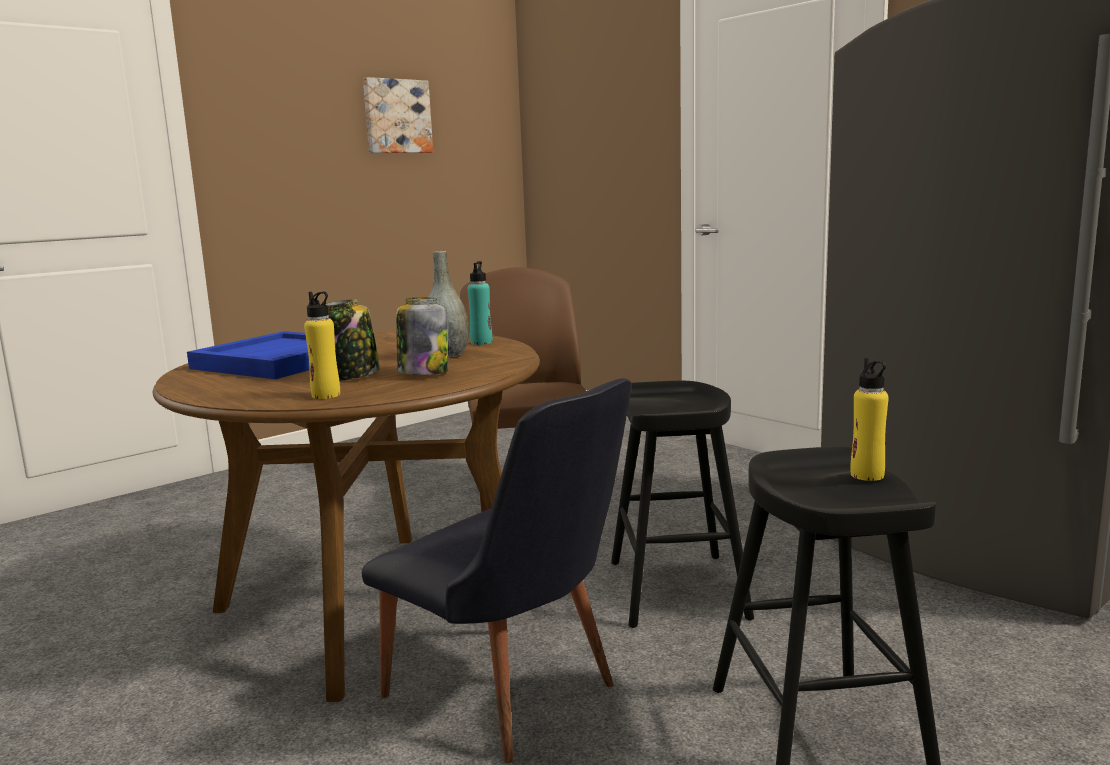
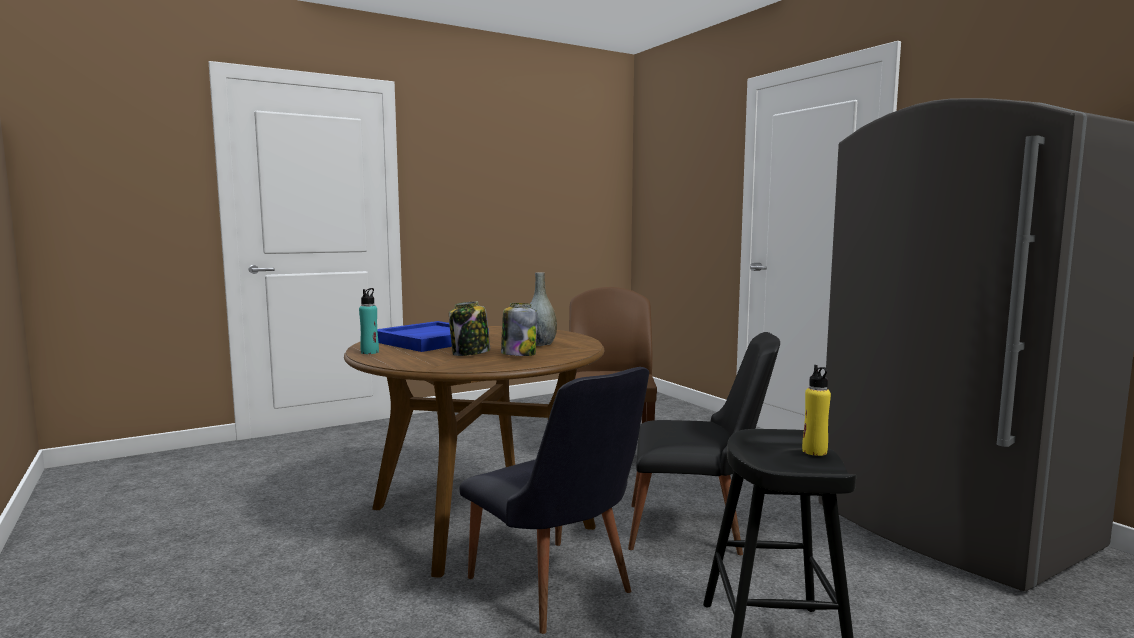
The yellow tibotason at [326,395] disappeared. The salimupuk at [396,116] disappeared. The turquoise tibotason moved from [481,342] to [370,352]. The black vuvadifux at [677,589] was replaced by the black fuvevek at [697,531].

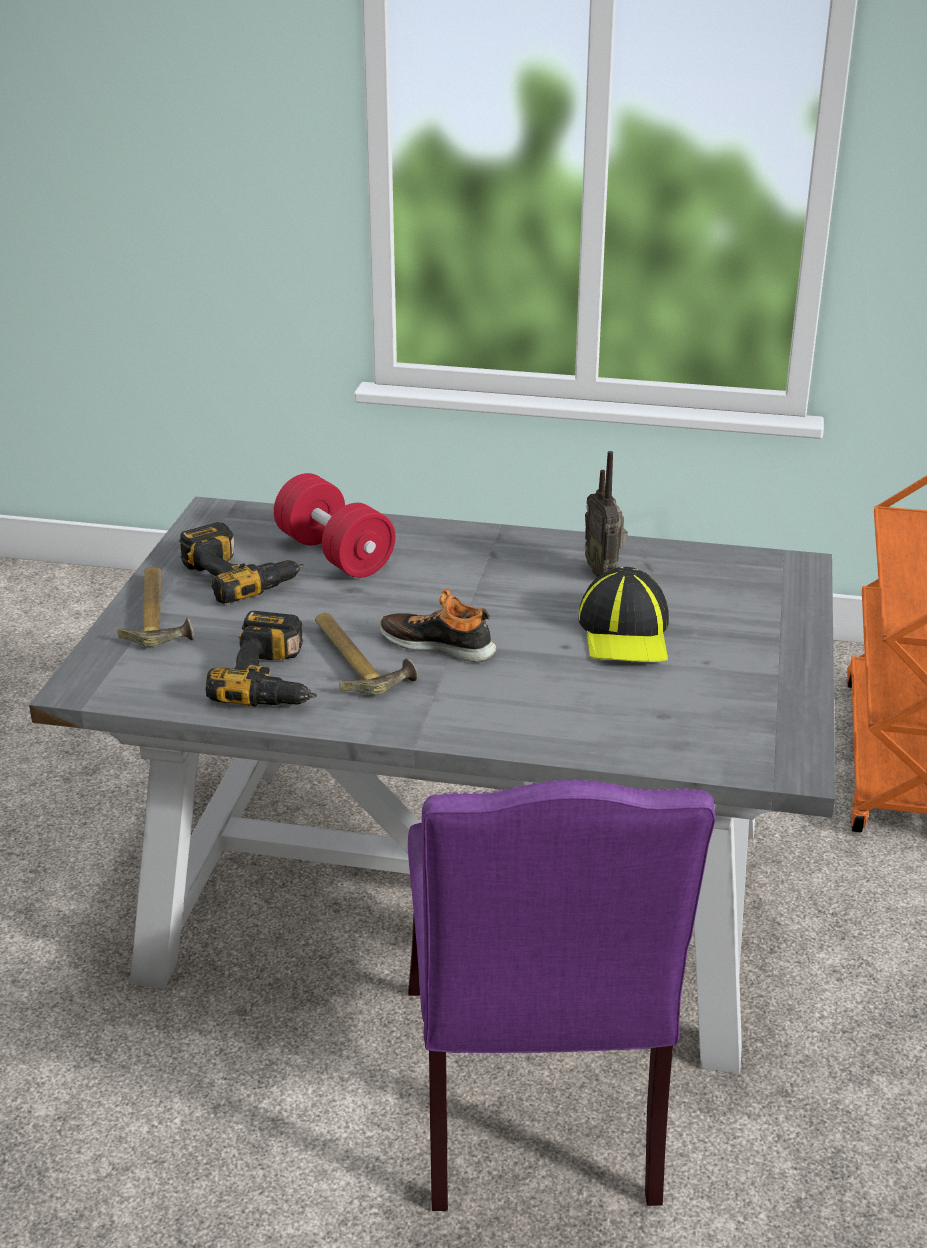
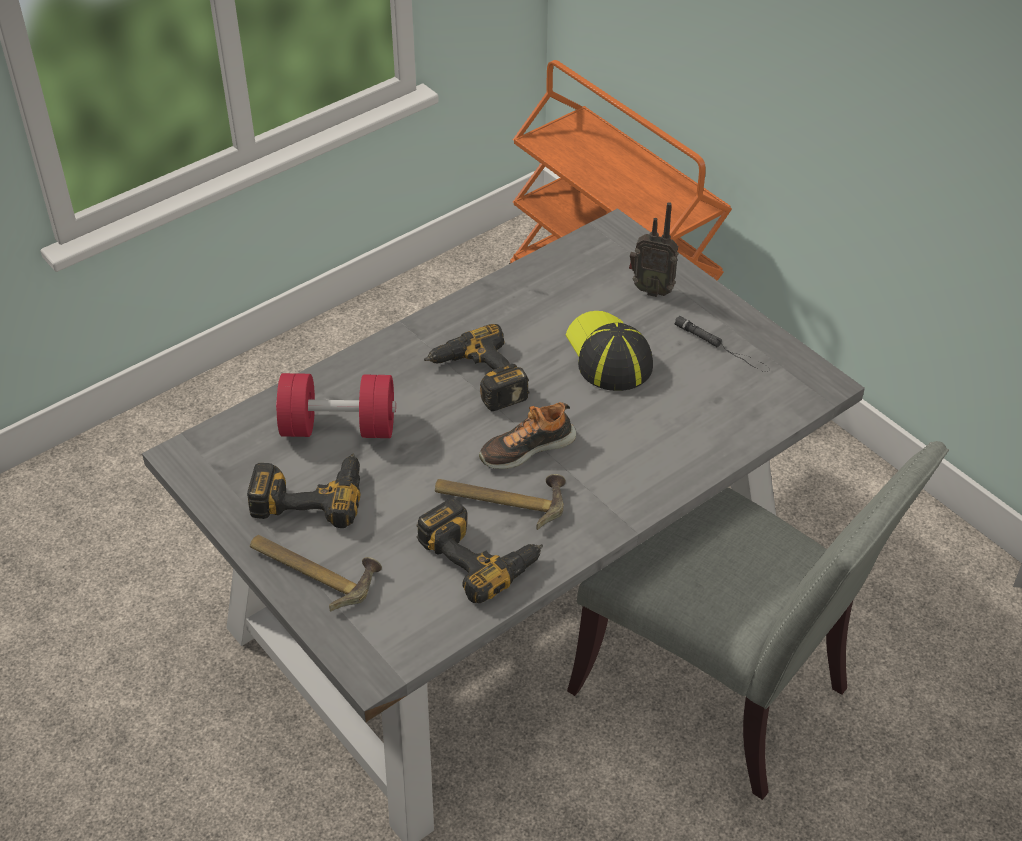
The purple fuvevek at [538,1102] became the grey fuvevek at [722,691]. The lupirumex at [625,632] turned 150 degrees counterclockwise. The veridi moved from [603,571] to [651,289]. The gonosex at [477,379] appeared. The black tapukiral at [722,347] appeared.

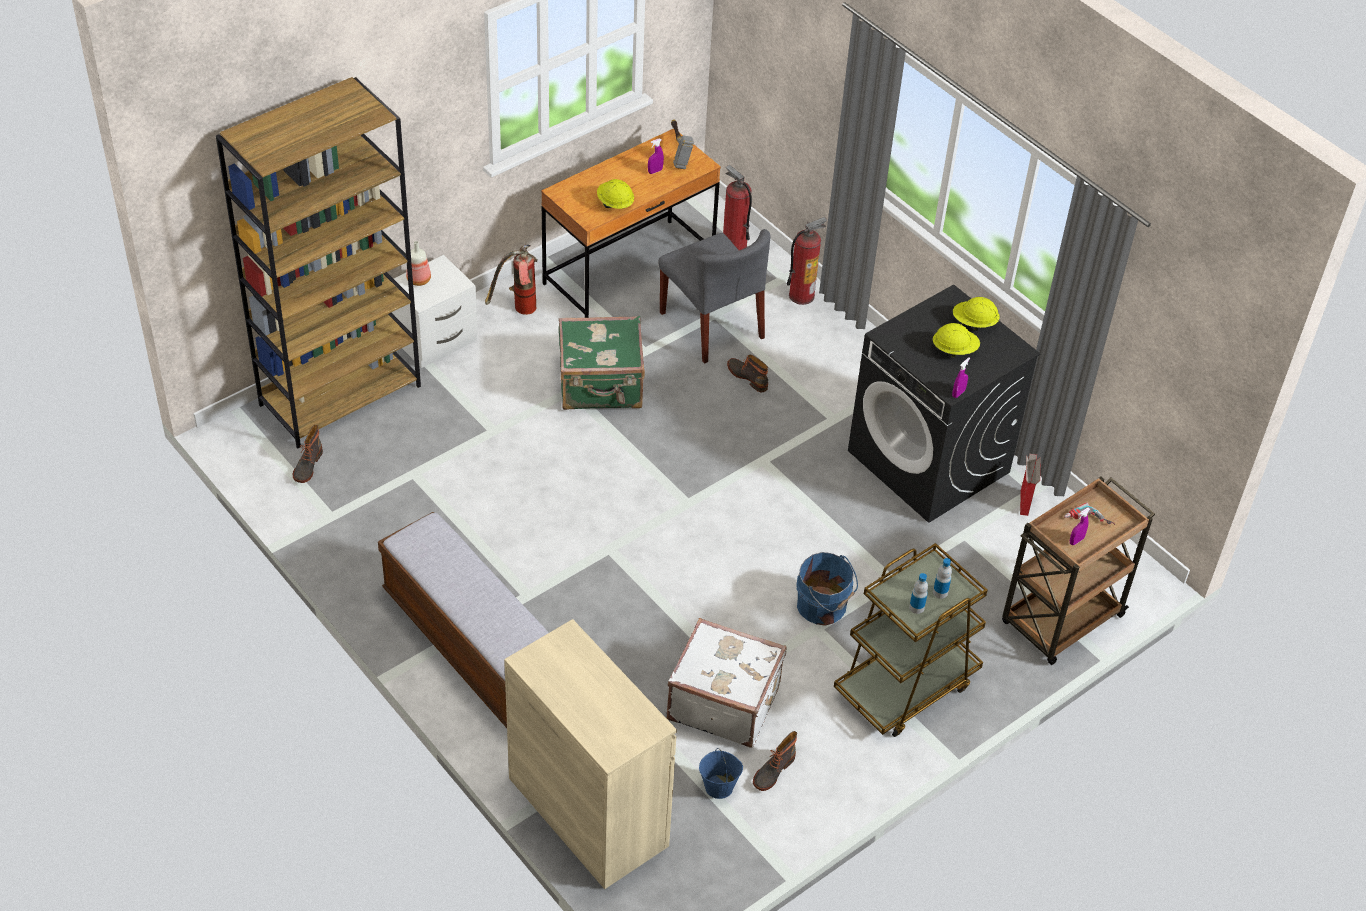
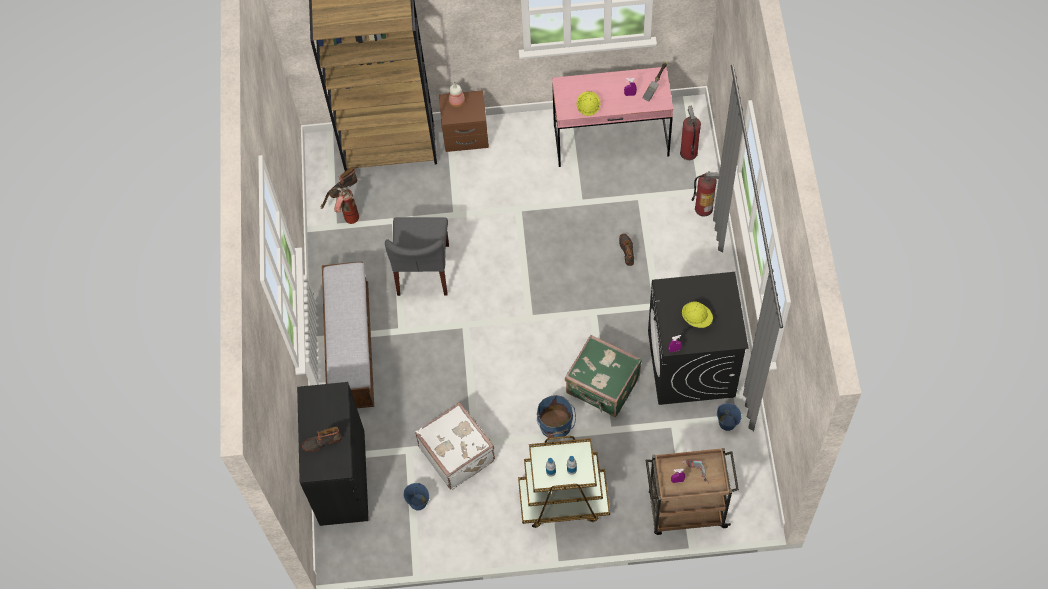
The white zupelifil at [436,341] became the brown zupelifil at [466,137]. The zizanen moved from [518,311] to [345,218]. The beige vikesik at [588,812] became the black vikesik at [342,477]. The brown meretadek at [629,272] became the pink meretadek at [611,141]. The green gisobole moved from [601,386] to [602,386]. The grey fuvevek moved from [712,325] to [423,270]. The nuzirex moved from [773,771] to [322,442]. The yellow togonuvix at [974,323] disappeared. The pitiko at [1024,503] was replaced by the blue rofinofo at [727,422].

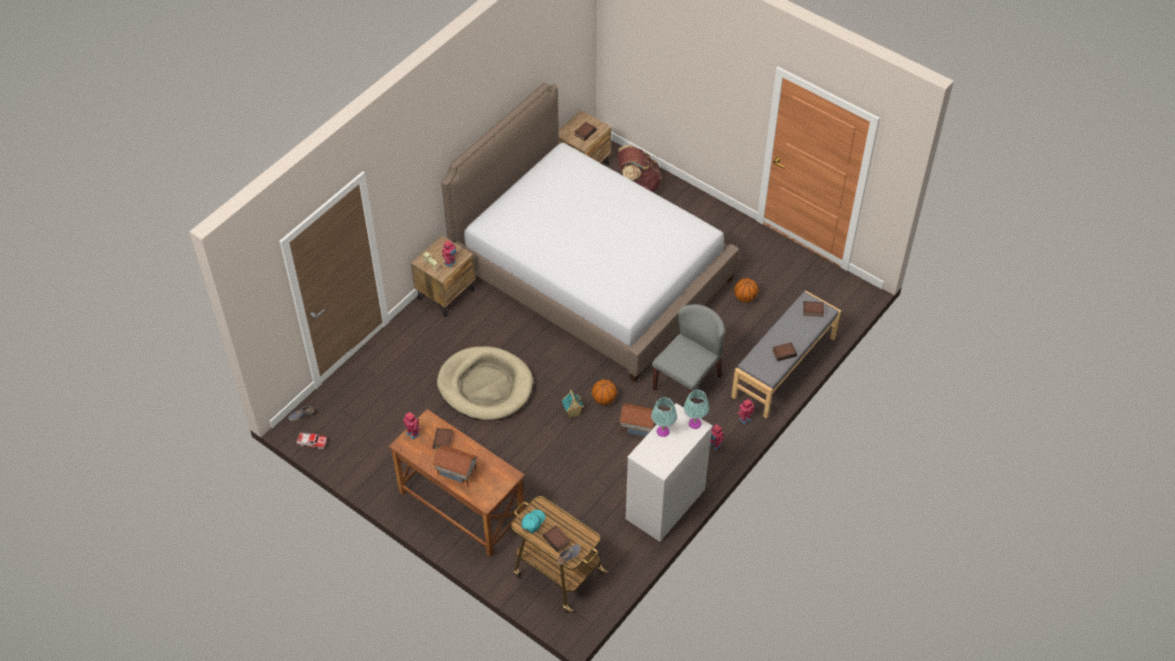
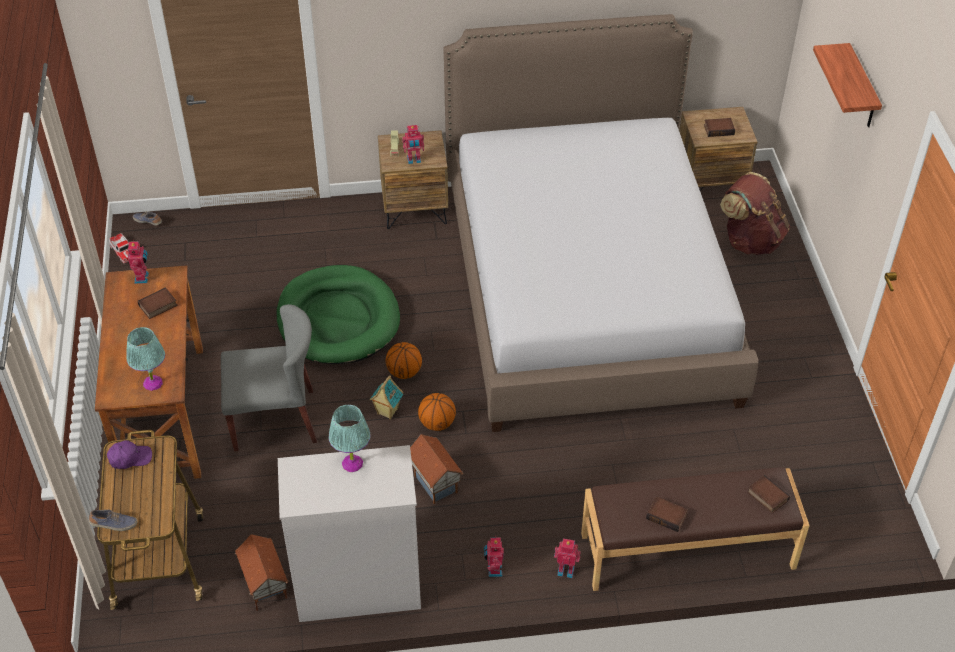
The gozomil moved from [456,473] to [264,585]. The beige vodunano at [485,386] became the green vodunano at [338,319]. The turquoise lupirumex at [533,522] became the purple lupirumex at [130,458]. The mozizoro at [557,540] disappeared. The grey fuvevek moved from [687,382] to [275,420]. The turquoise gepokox moved from [694,423] to [152,383]. The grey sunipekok at [784,367] became the brown sunipekok at [687,552]. The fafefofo moved from [745,298] to [404,372]. The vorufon at [861,89] appeared.

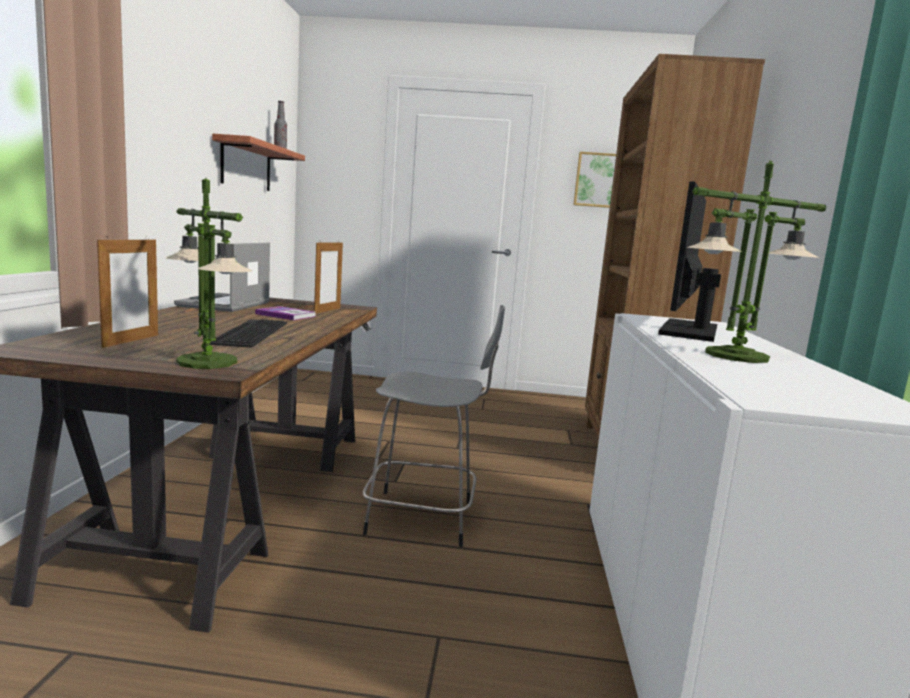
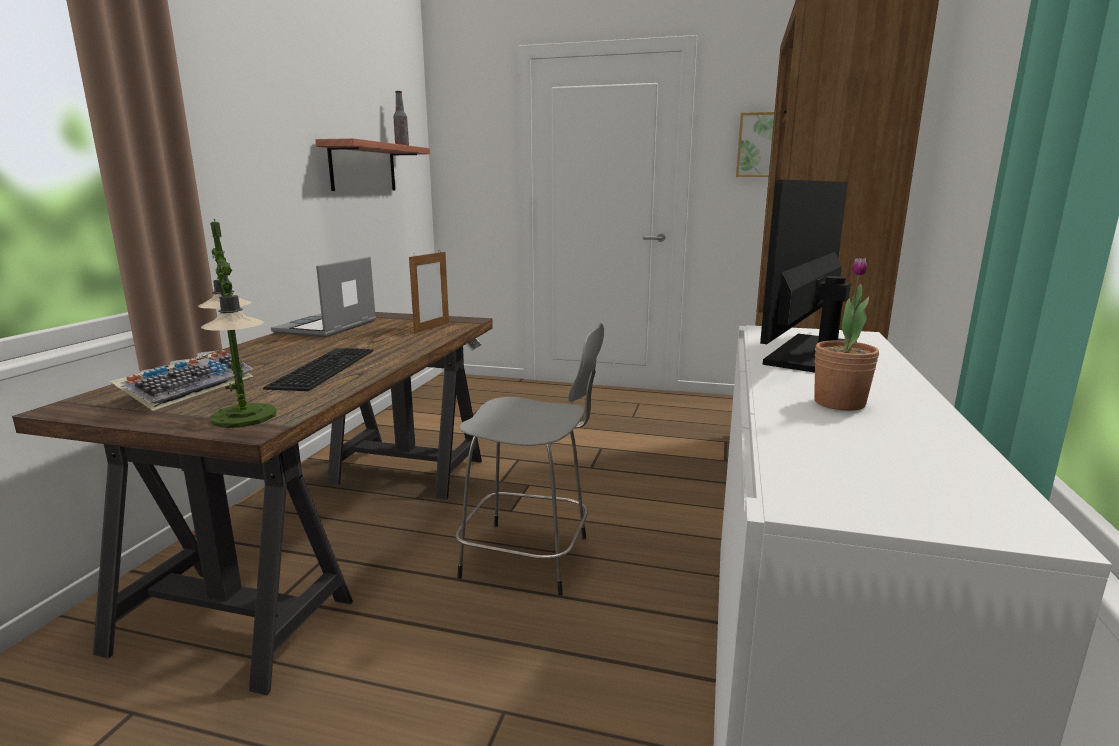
The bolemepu at [131,341] was replaced by the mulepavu at [189,388]. The mozizoro at [286,315] disappeared. The gepokox at [736,356] was replaced by the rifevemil at [839,403].

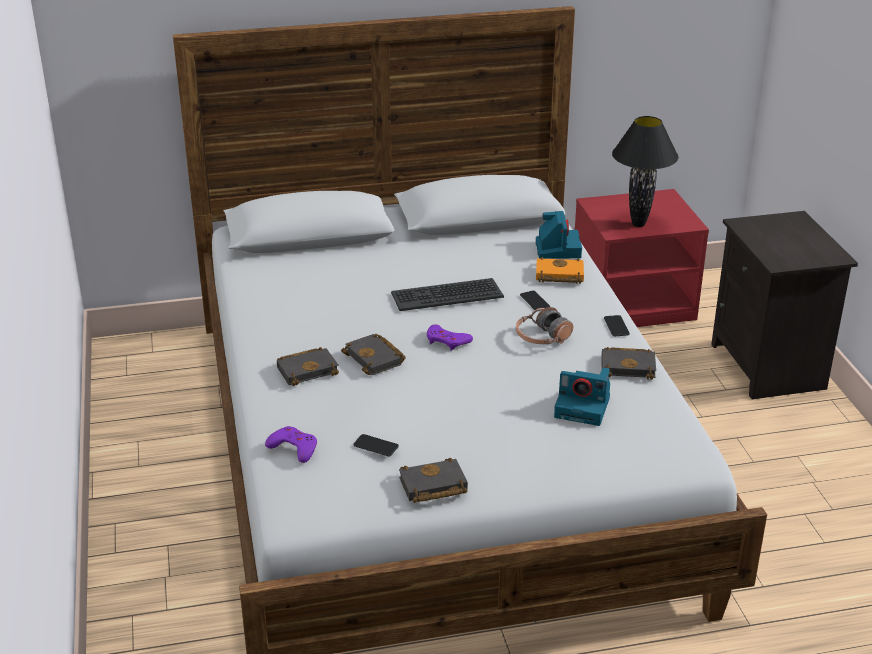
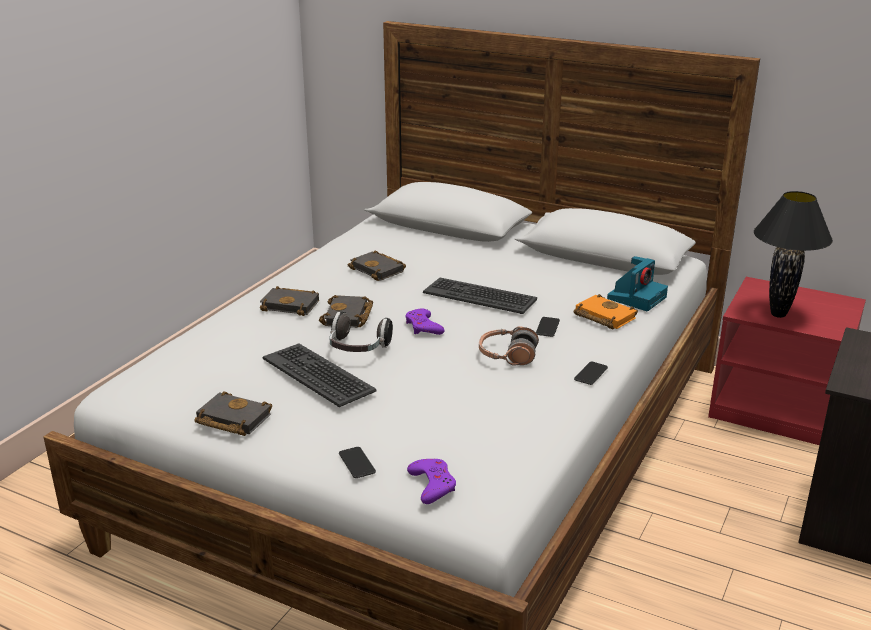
The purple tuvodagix moved from [293,448] to [432,485]. The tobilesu moved from [376,446] to [357,463]. The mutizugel at [583,407] disappeared. The black mozizoro moved from [629,366] to [379,270]. The mulepavu at [319,375] appeared. The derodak at [358,349] appeared.

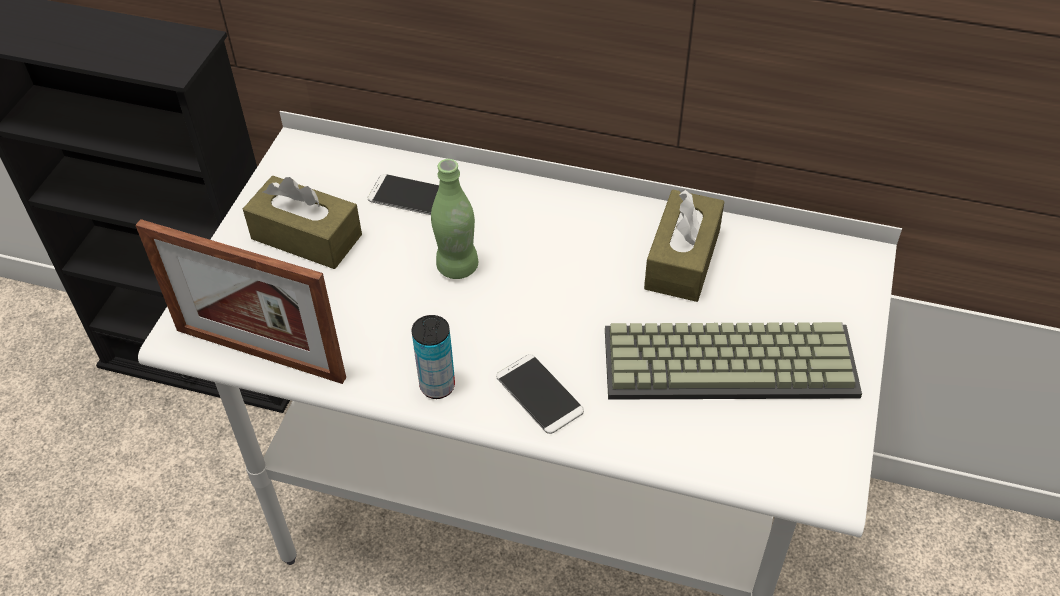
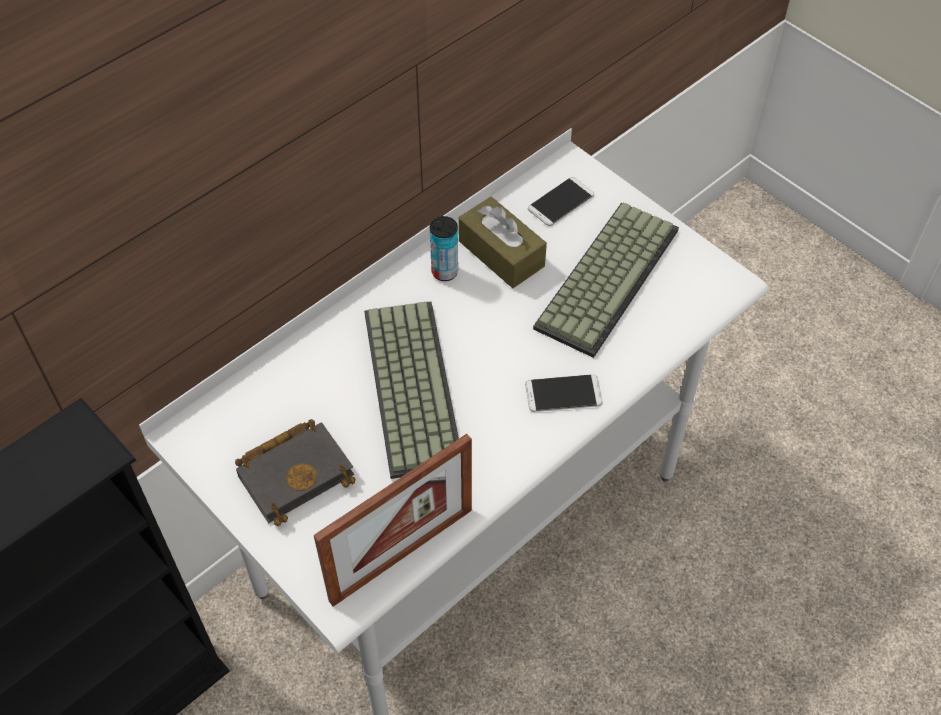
The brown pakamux at [306,237] was replaced by the black mozizoro at [296,472]. The tobilesu moved from [410,196] to [561,202]. The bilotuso moved from [437,386] to [444,272]. The green tibotason at [457,267] was replaced by the mulepavu at [408,386].

